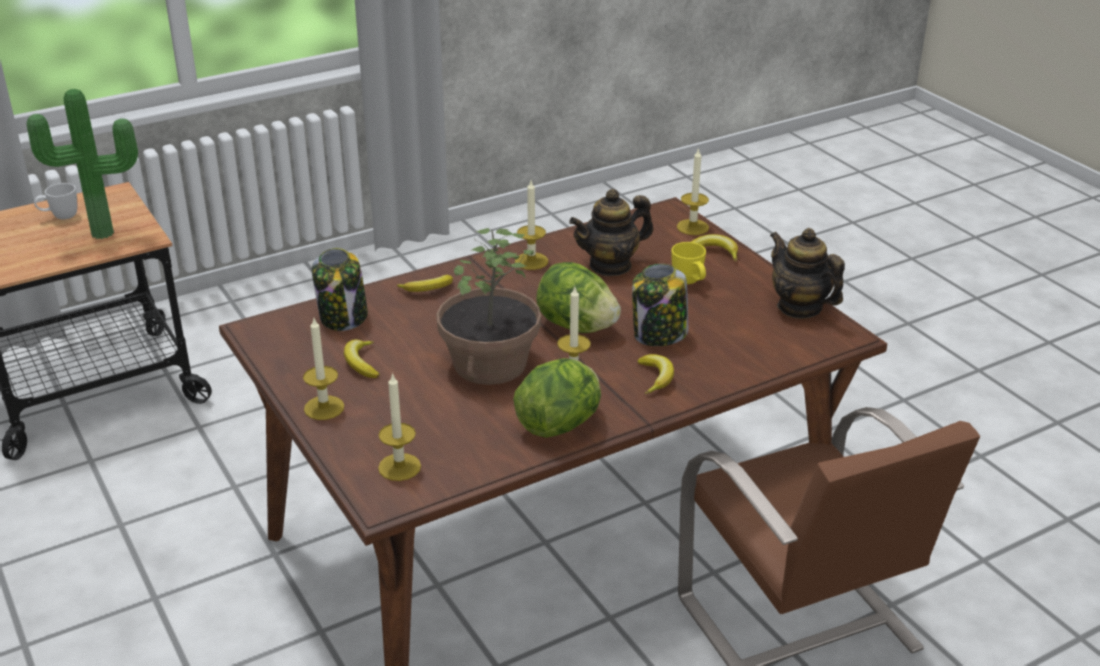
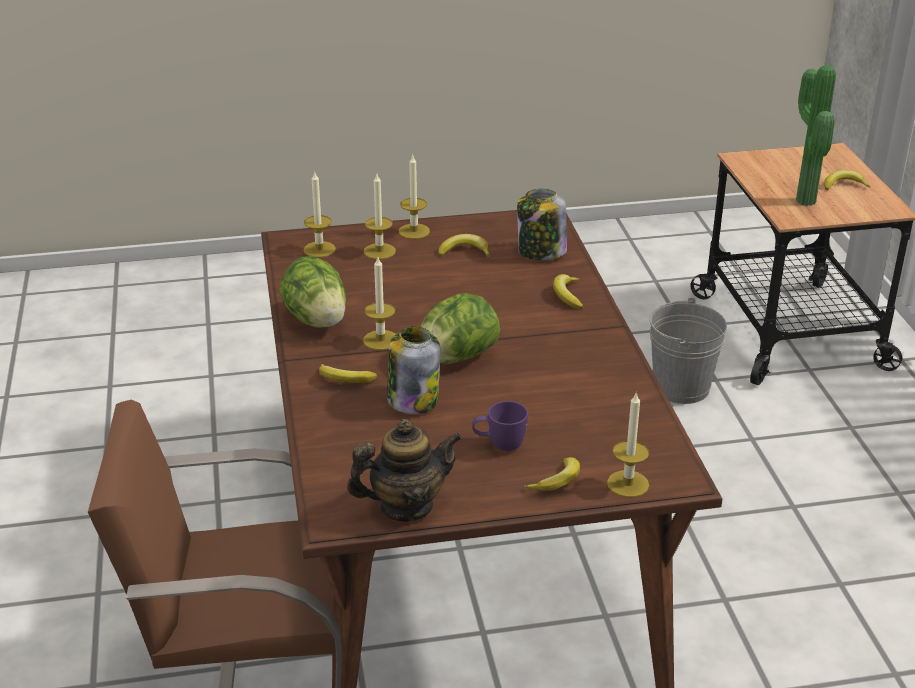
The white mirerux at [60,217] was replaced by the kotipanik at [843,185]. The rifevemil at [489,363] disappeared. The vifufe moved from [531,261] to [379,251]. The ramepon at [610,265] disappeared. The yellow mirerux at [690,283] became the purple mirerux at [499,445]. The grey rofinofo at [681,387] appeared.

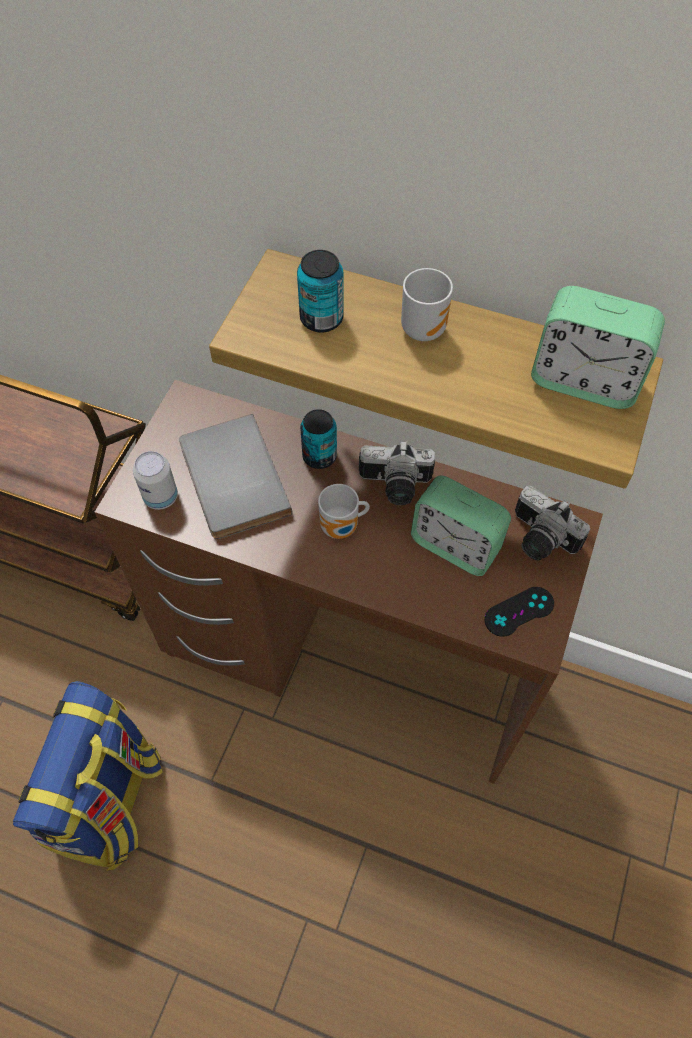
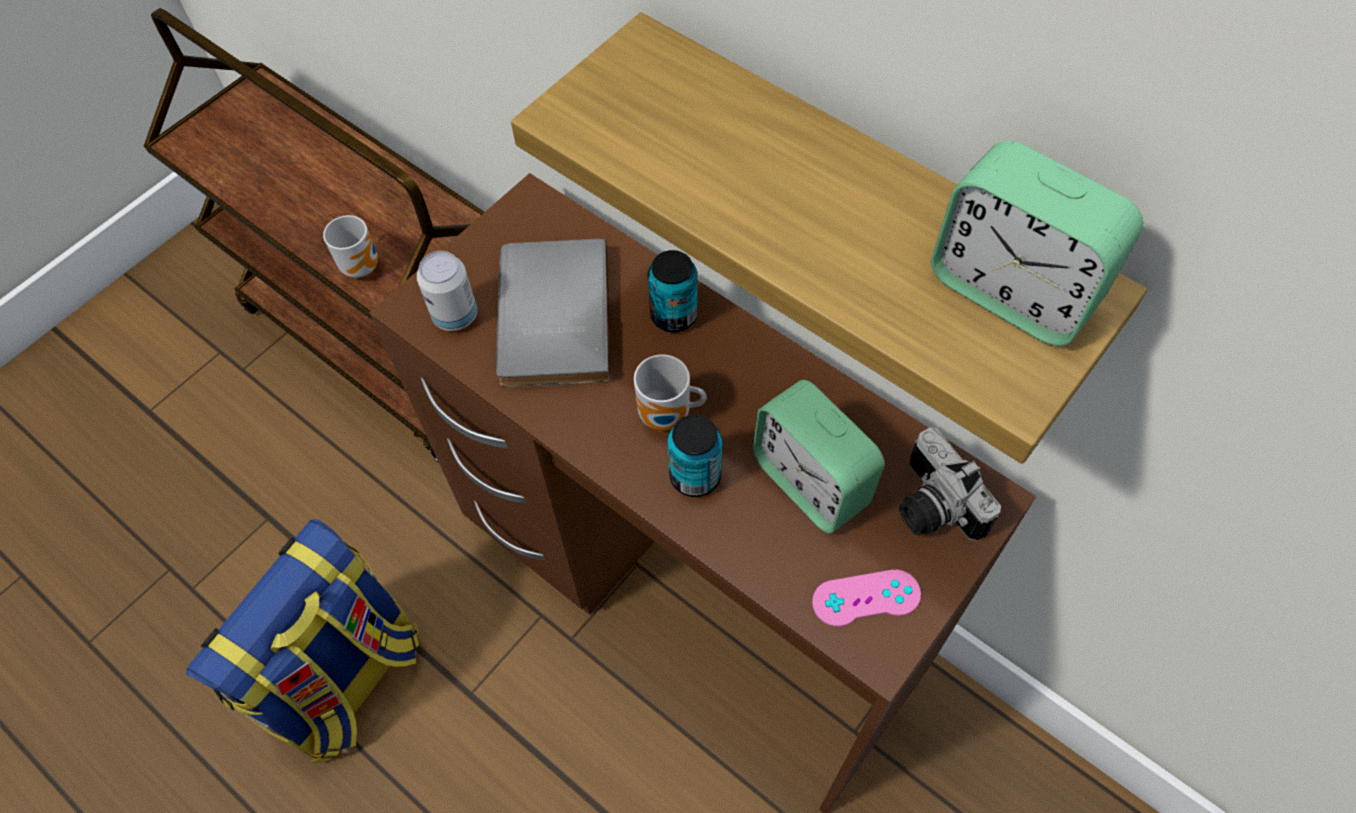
The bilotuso moved from [321,318] to [695,476]. The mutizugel at [395,487] disappeared. The mirerux moved from [423,328] to [363,264]. The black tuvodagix at [519,611] became the pink tuvodagix at [866,598].

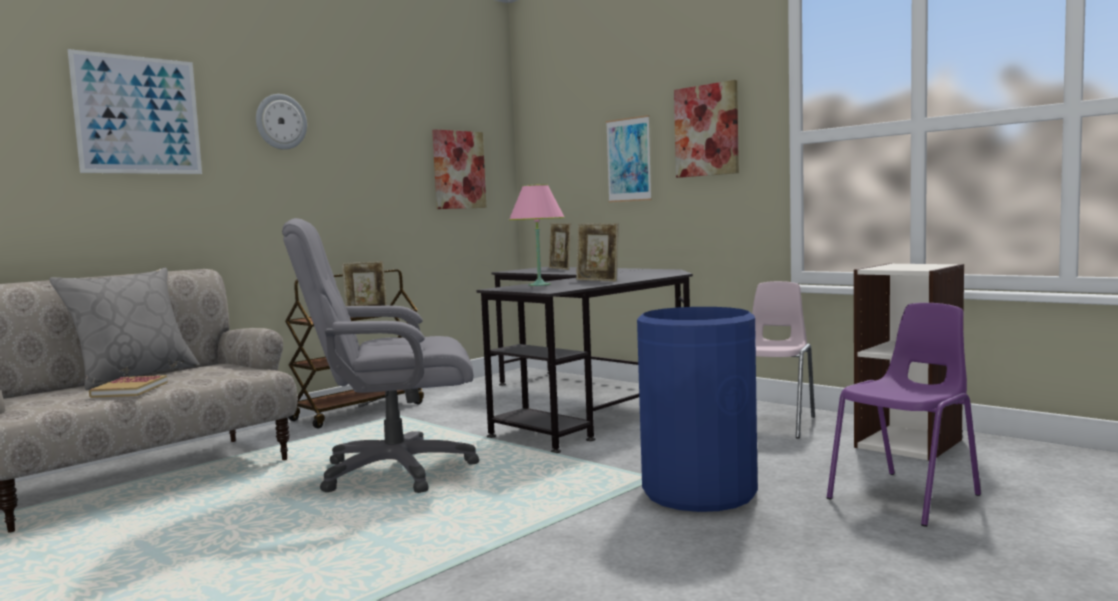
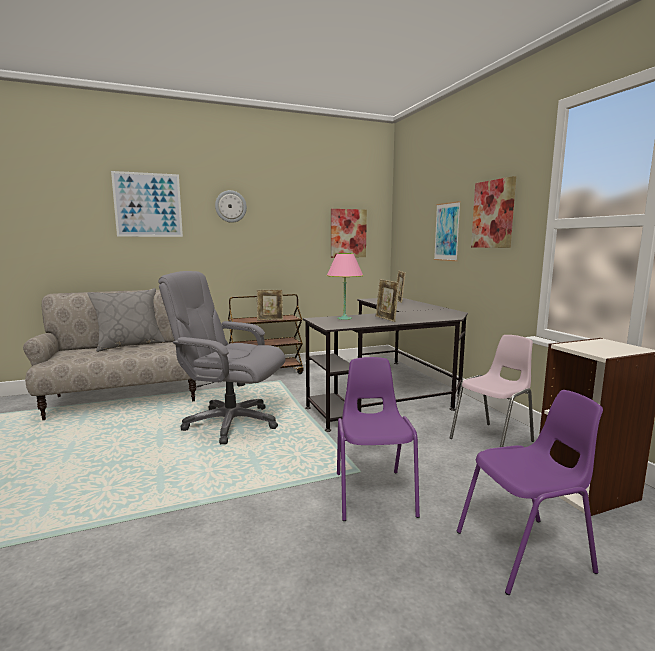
The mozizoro at [129,390] disappeared. The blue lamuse at [699,492] was replaced by the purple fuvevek at [374,493].

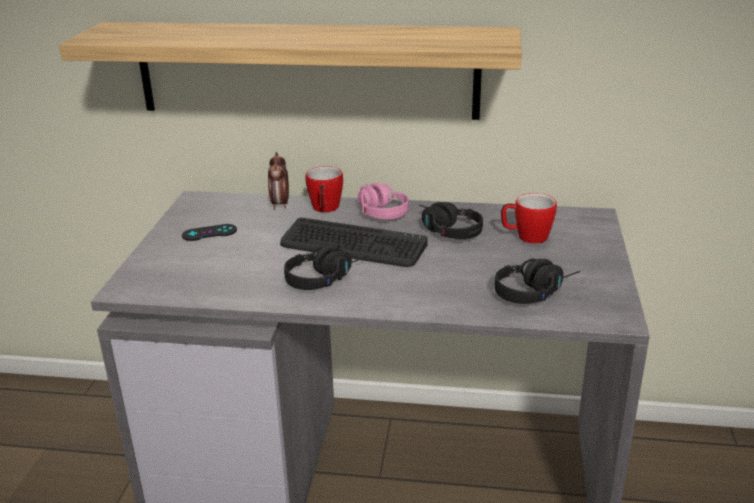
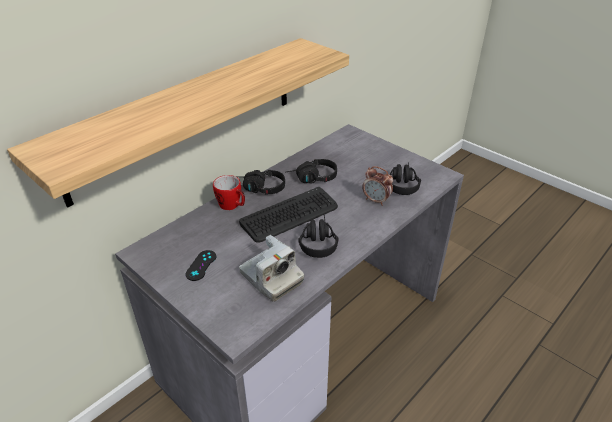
The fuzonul moved from [280,205] to [376,200]. The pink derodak at [377,210] became the black derodak at [259,189]. The mirerux at [526,237] disappeared. The mutizugel at [271,278] appeared.

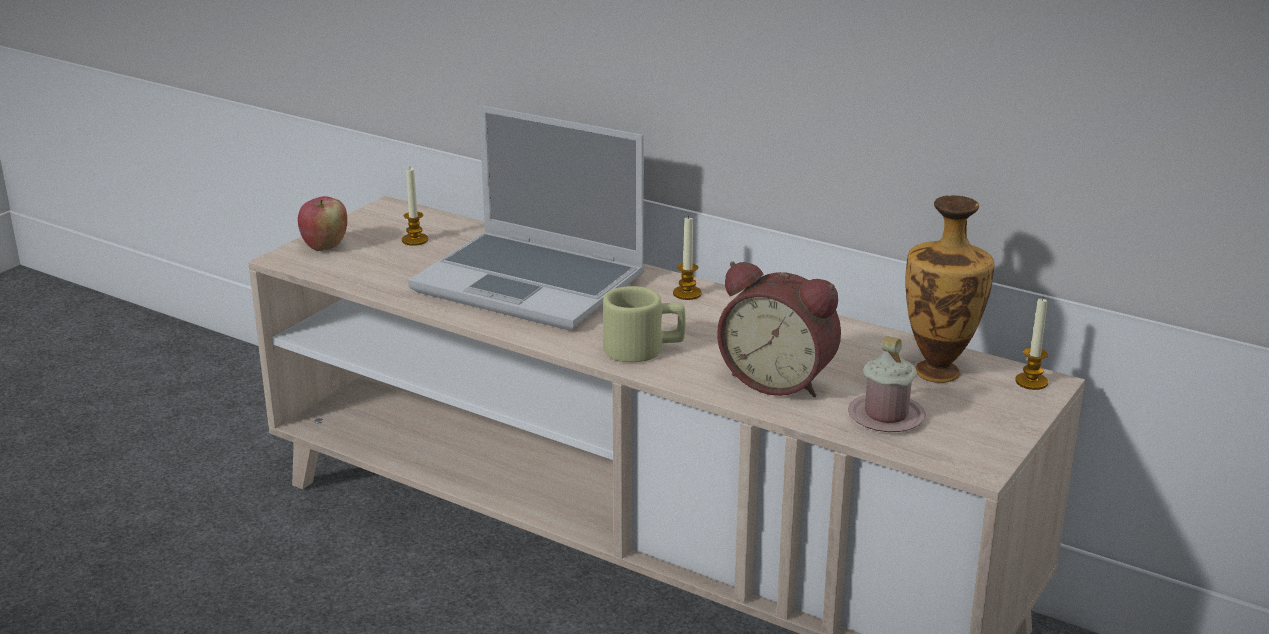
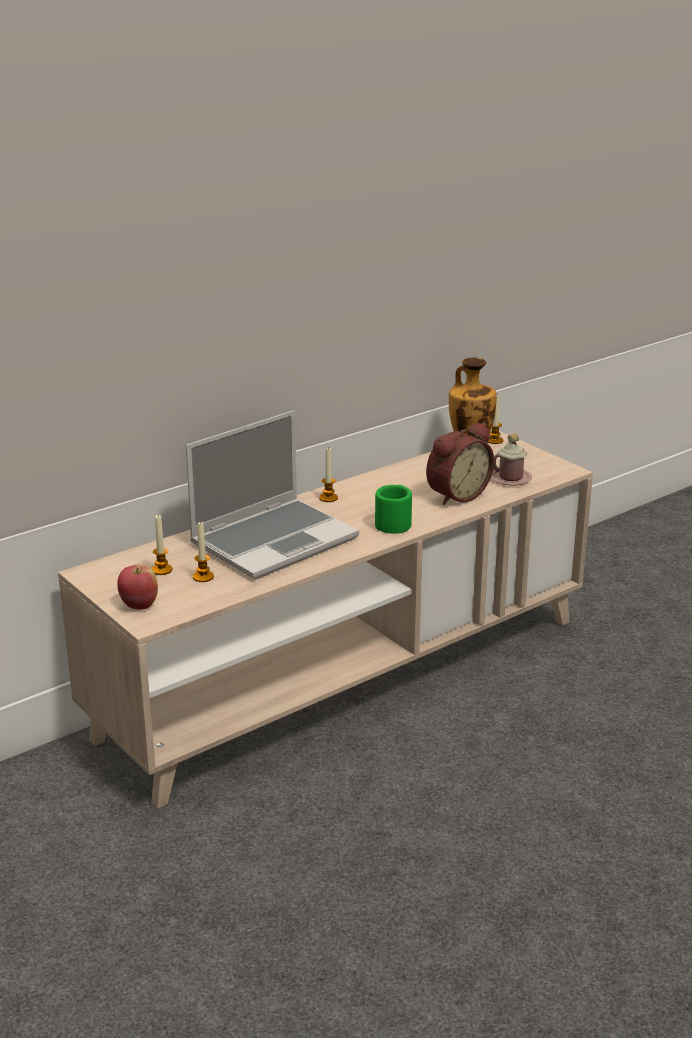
The beige mirerux at [644,349] became the green mirerux at [394,522]. The vifufe at [203,577] appeared.

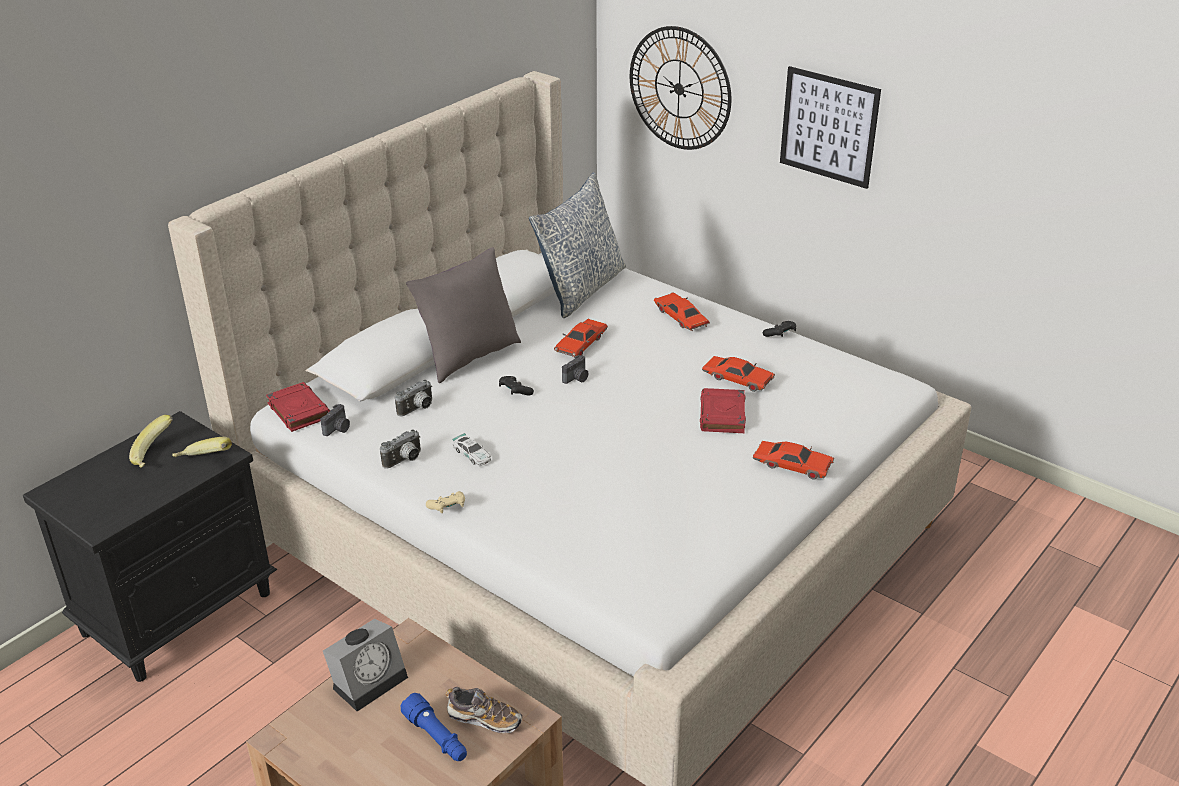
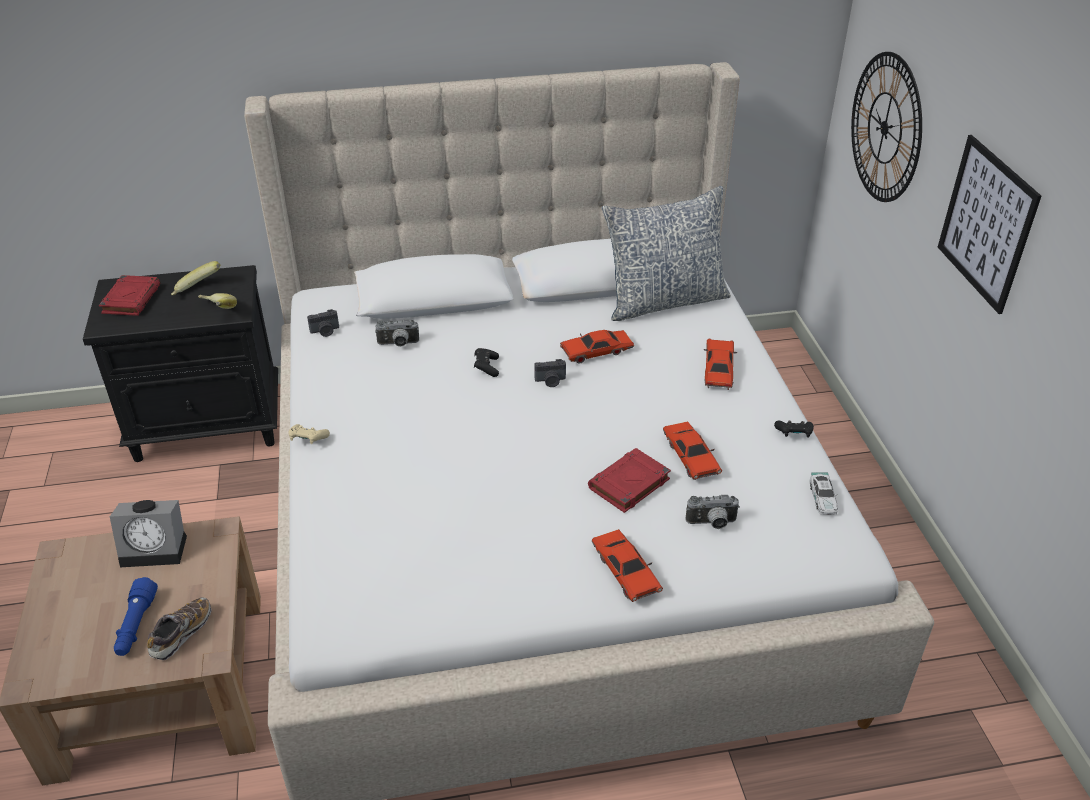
The red mozizoro moved from [298,410] to [131,299]. The mutizugel moved from [405,460] to [712,524]. The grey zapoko at [469,357] disappeared. The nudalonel at [484,719] turned 120 degrees counterclockwise. The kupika moved from [472,454] to [823,498].

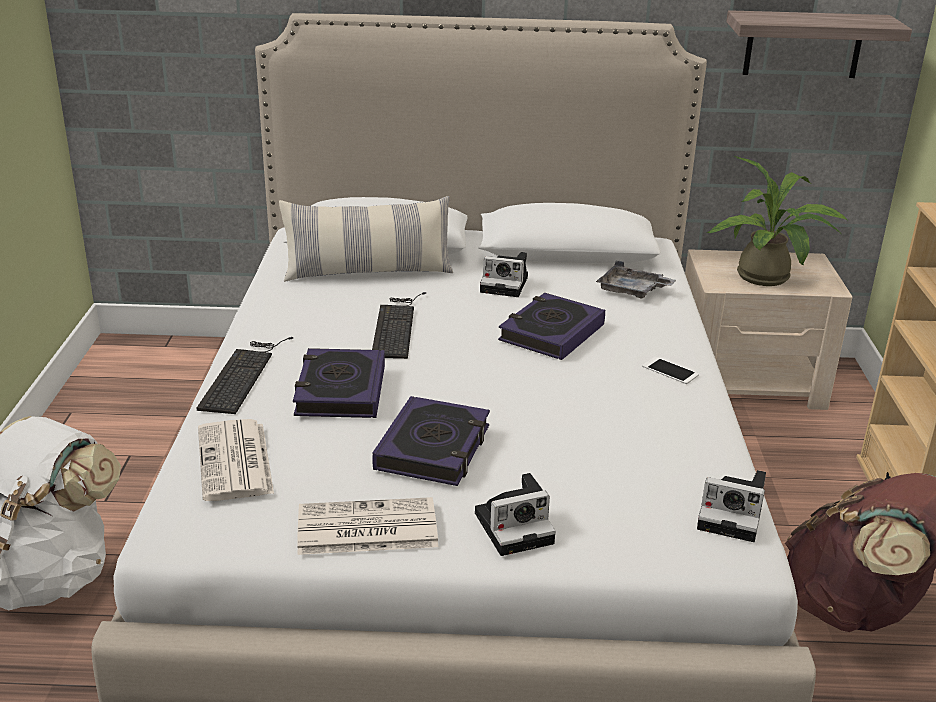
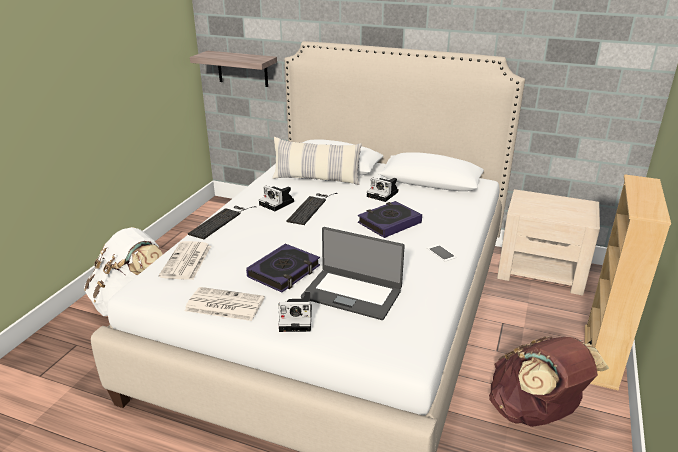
The mozizoro at [340,391] disappeared. The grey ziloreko at [632,291] disappeared. The mutizugel moved from [733,515] to [278,203]. The rifevemil at [768,279] disappeared. The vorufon moved from [803,44] to [242,69]. The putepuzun at [352,293] appeared.

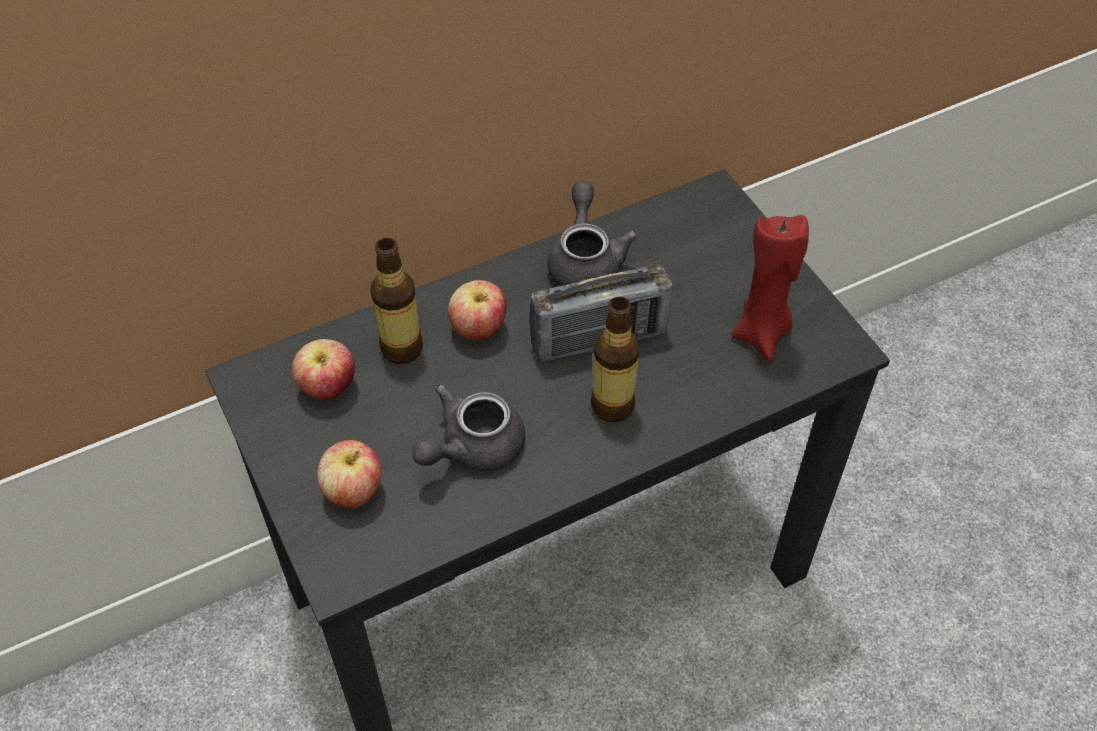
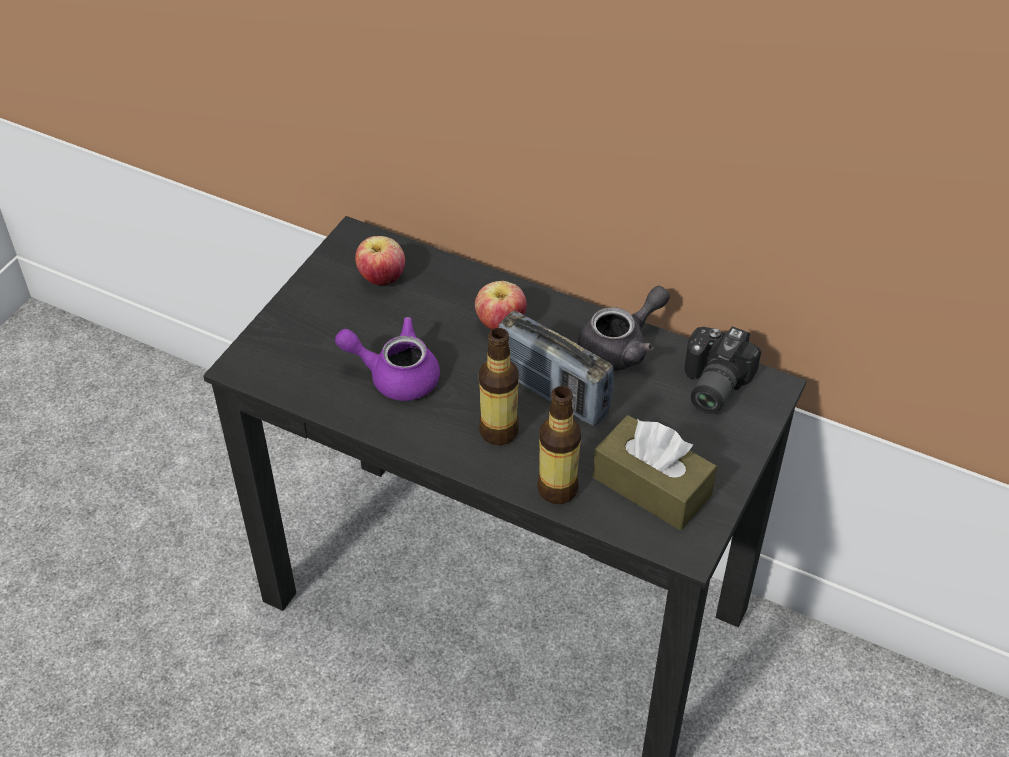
The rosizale at [353,491] disappeared. The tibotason moved from [401,348] to [557,489]. The grey ramepon at [472,448] became the purple ramepon at [395,375]. The red vifufe at [762,333] was replaced by the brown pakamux at [651,486]. The mutizugel at [710,385] appeared.

